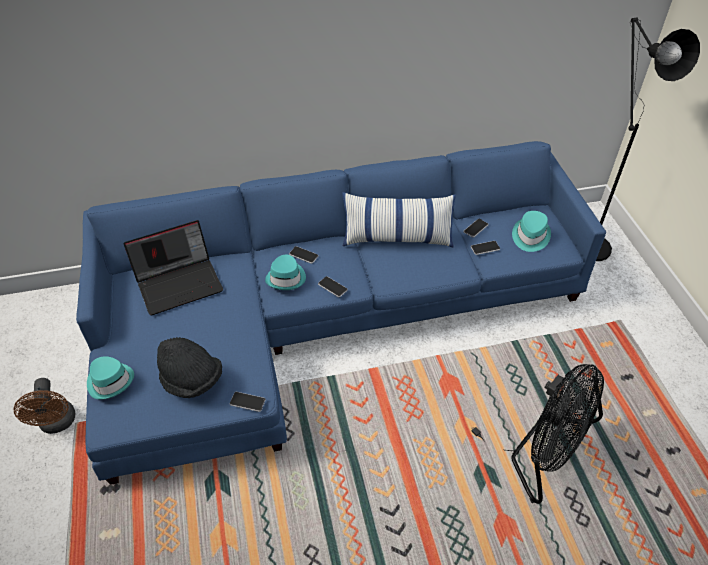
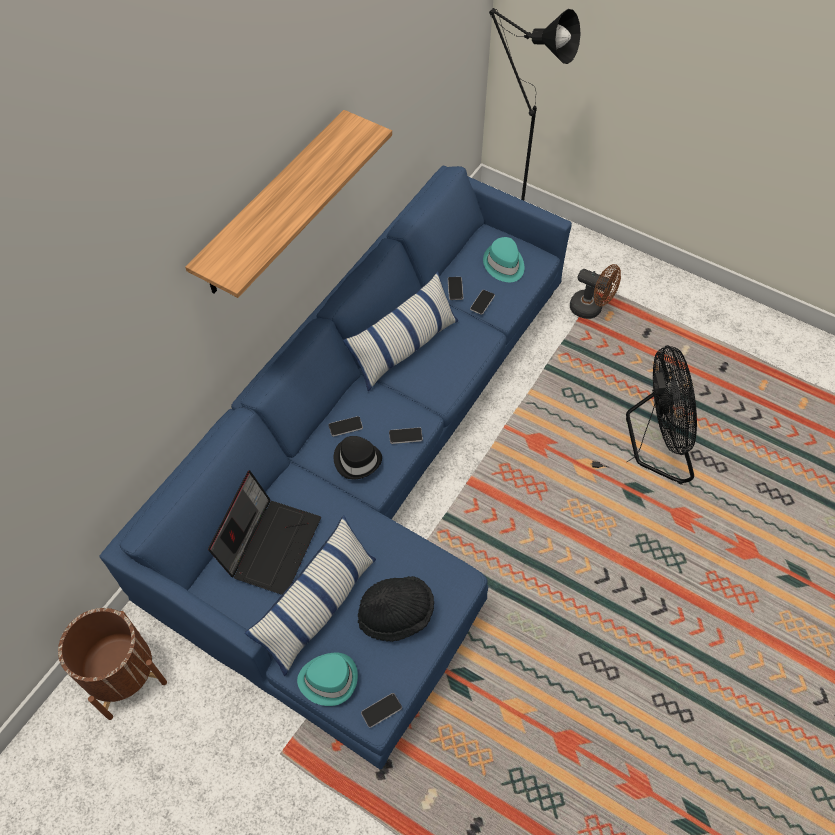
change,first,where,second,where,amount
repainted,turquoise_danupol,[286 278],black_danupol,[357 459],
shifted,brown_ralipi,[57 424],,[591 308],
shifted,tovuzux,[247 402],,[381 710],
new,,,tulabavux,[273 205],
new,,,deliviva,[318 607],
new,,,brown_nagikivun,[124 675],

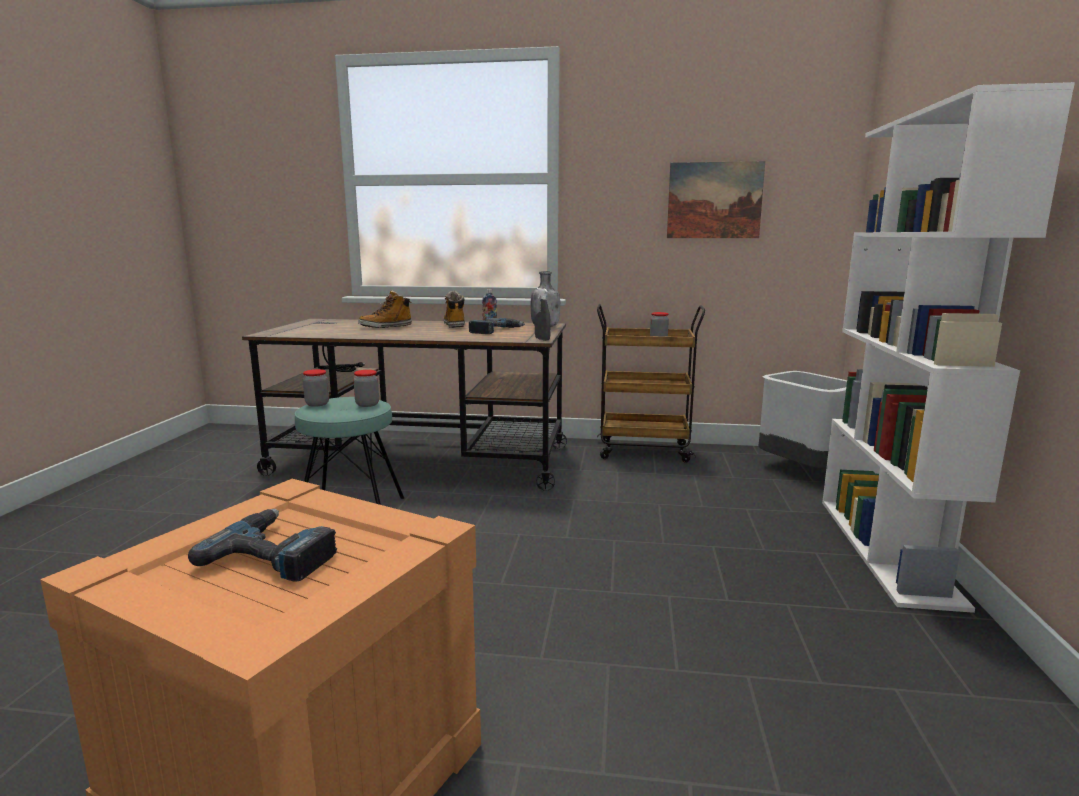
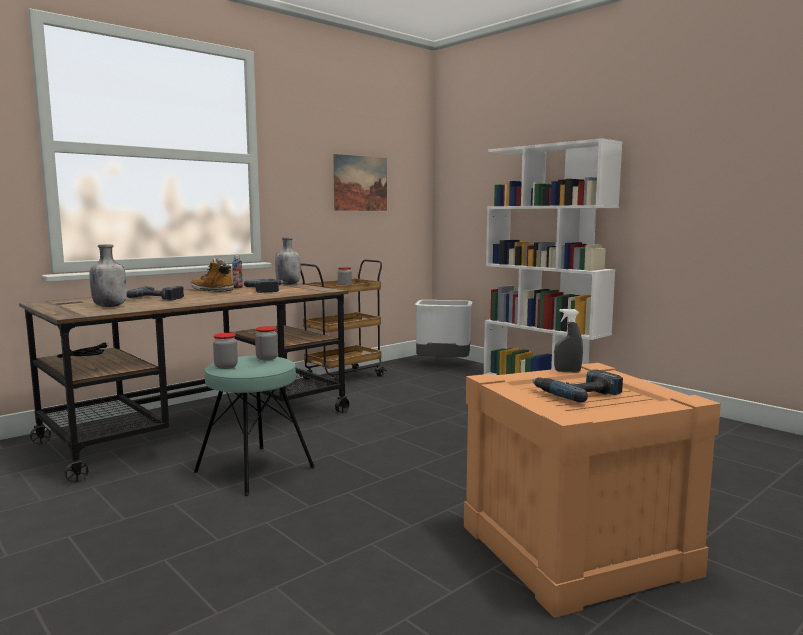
change,first,where,second,where,amount
shifted,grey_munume,[542 339],,[567 371],
swapped,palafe,[386 327],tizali,[158 298],
new,,,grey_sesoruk,[110 306],

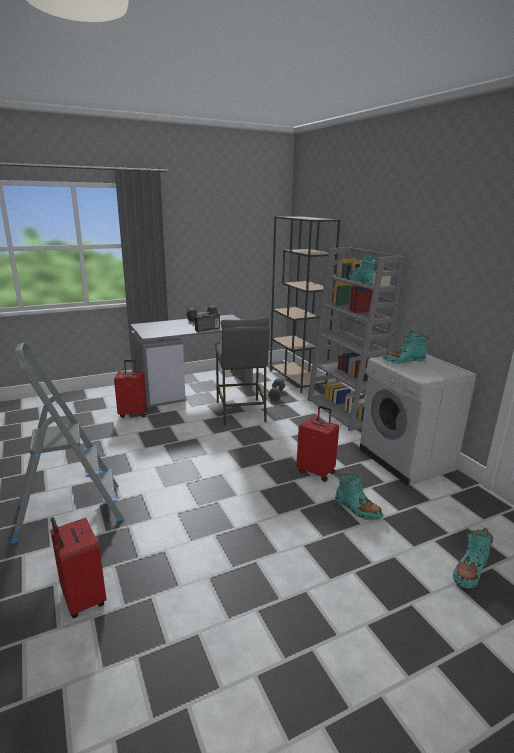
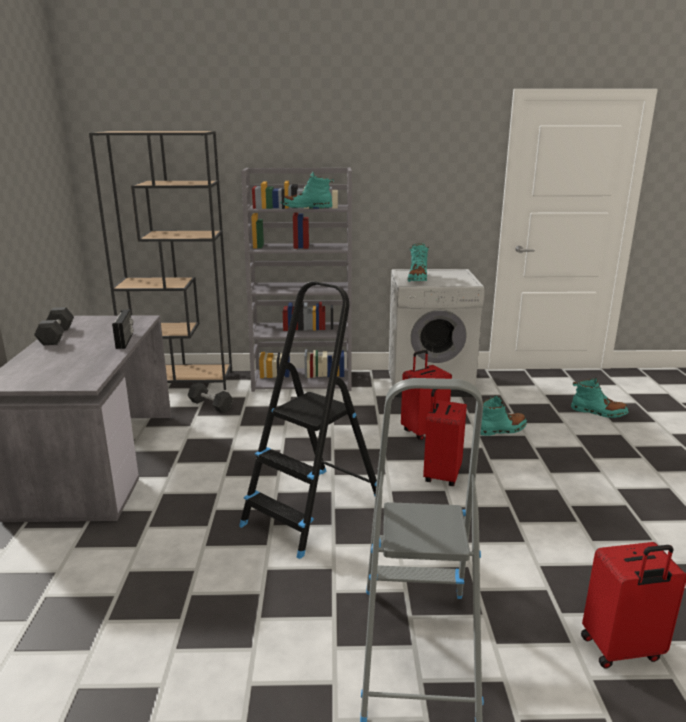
change,first,where,second,where,amount
gone,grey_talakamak,[240 411],,,
shifted,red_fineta,[133 413],,[441 475],
rotated,turquoise_palafe,[470 571],,[598 412],45 degrees counterclockwise
new,,,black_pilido,[312 510],

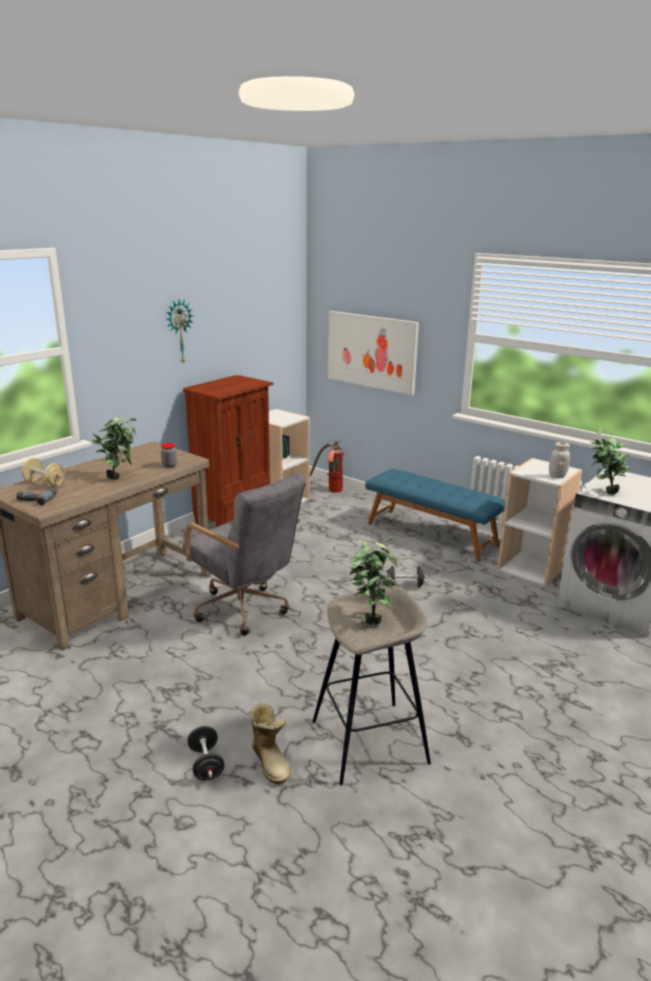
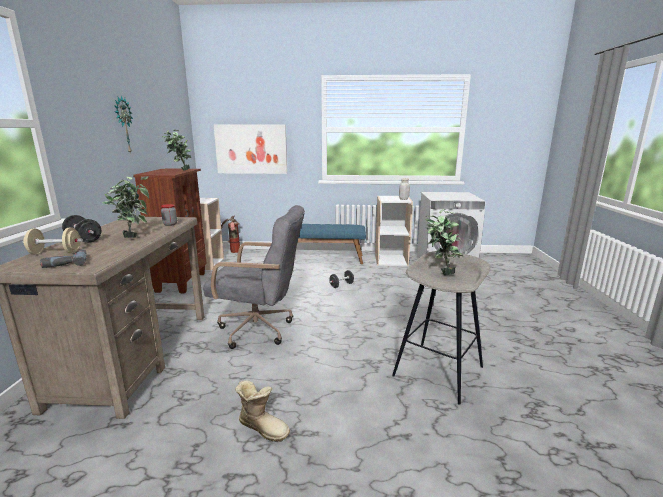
change,first,where,second,where,amount
shifted,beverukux,[603 492],,[180 170],
shifted,palafe,[271 760],,[263 426],
shifted,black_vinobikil,[206 764],,[84 239],

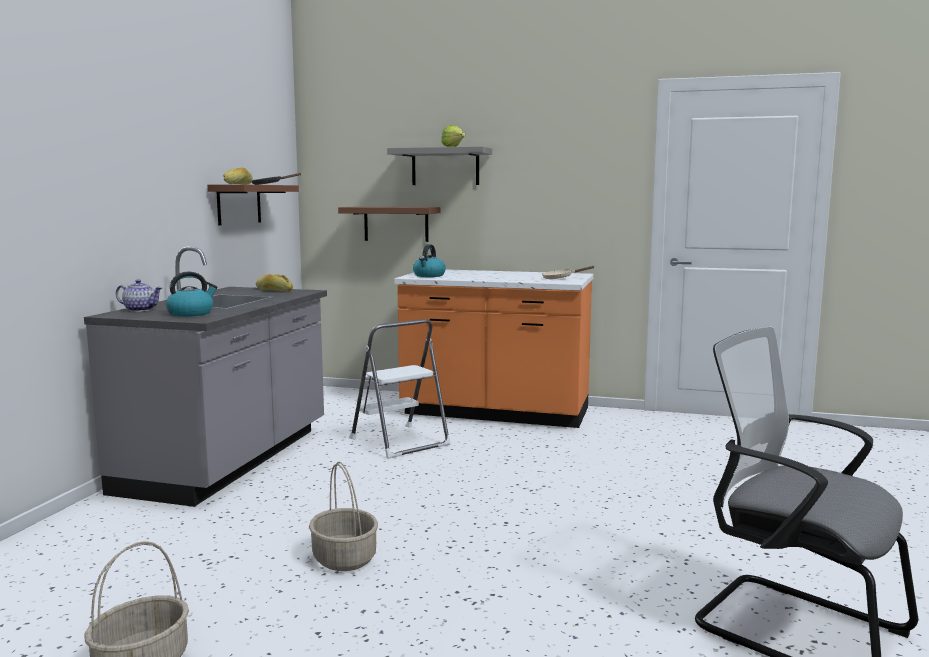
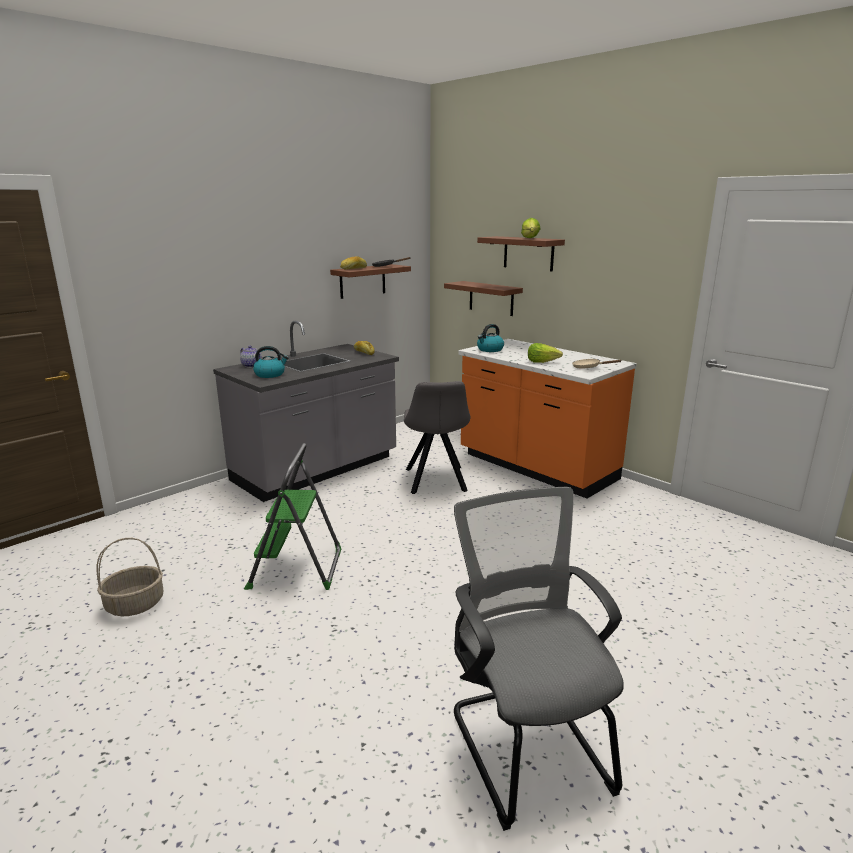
change,first,where,second,where,amount
repainted,grey_tulabavux,[445 167],brown_tulabavux,[528 253],
swapped,white_pilido,[400 442],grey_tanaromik,[436 480],
swapped,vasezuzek,[345 559],green_pilido,[299 568],
new,,,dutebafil,[542 362],

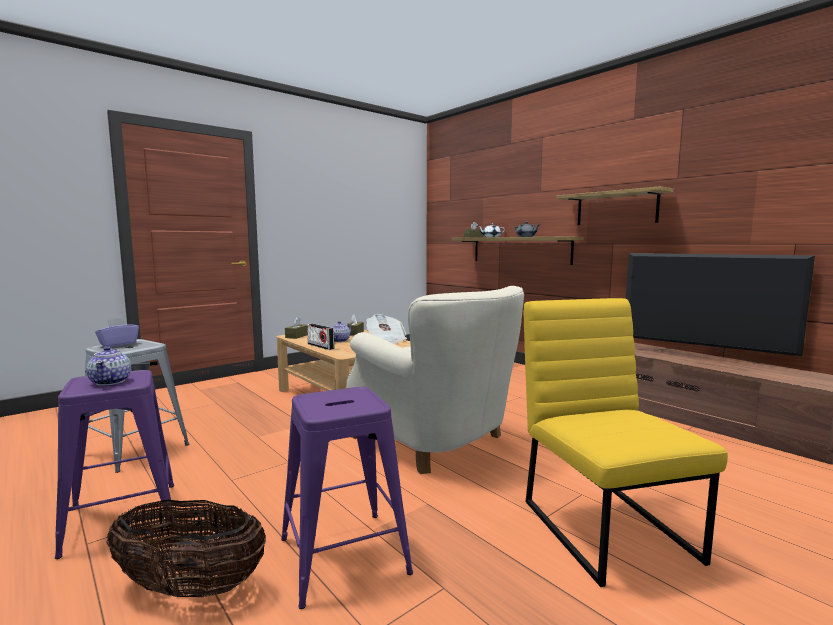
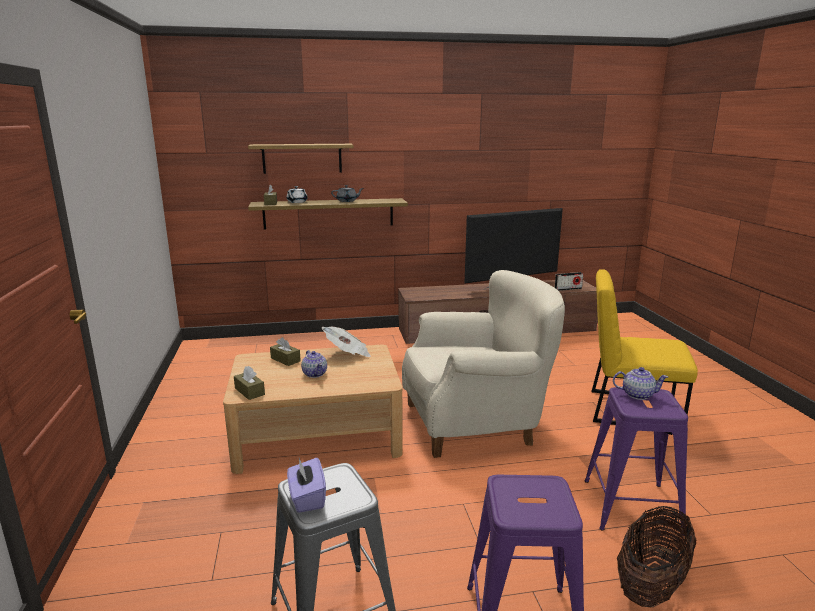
change,first,where,second,where,amount
shifted,tulabavux,[616 208],,[302 158],
shifted,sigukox,[320 346],,[568 289],
shifted,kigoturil,[111 381],,[637 394],

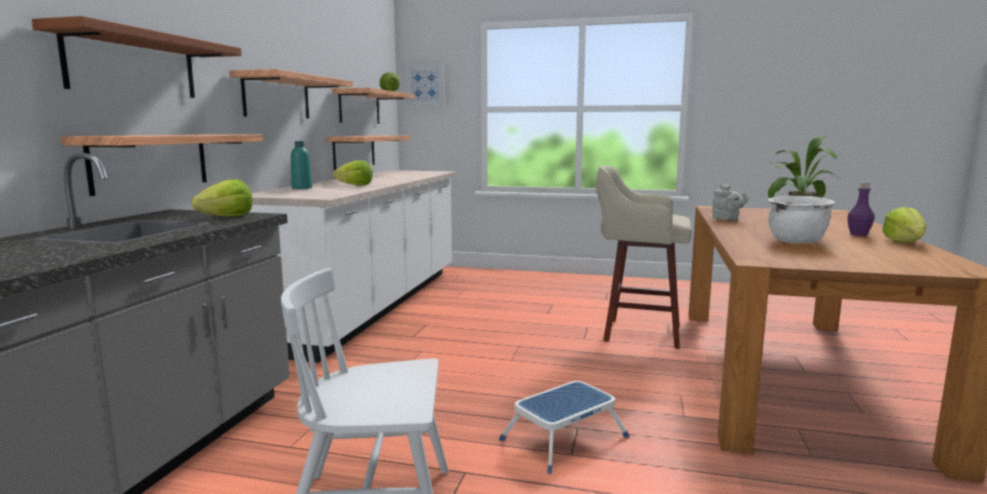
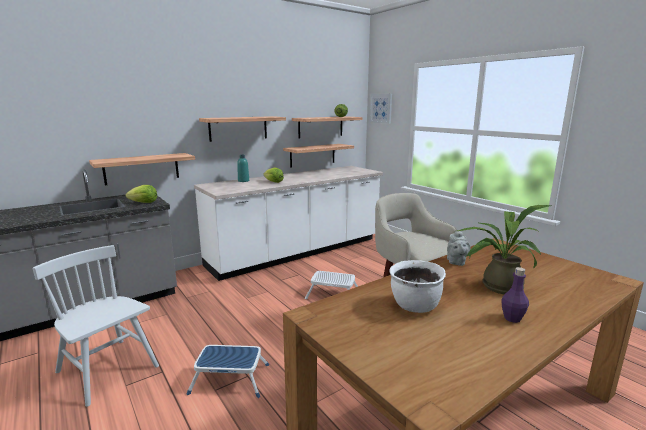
change,first,where,second,where,amount
gone,brown_tulabavux,[133 65],,,
gone,dutebafil,[904 242],,,
new,,,white_pilido,[333 294],

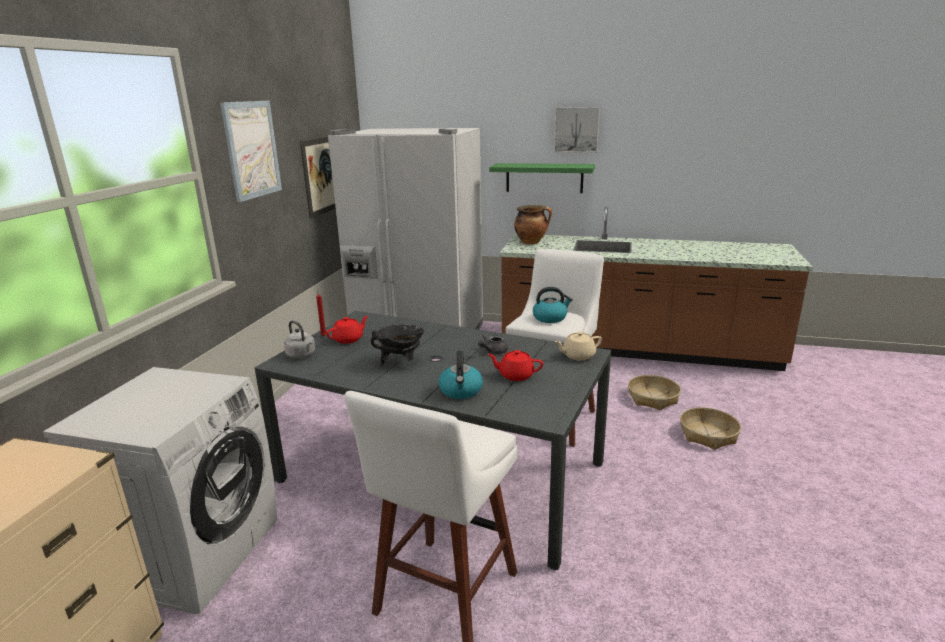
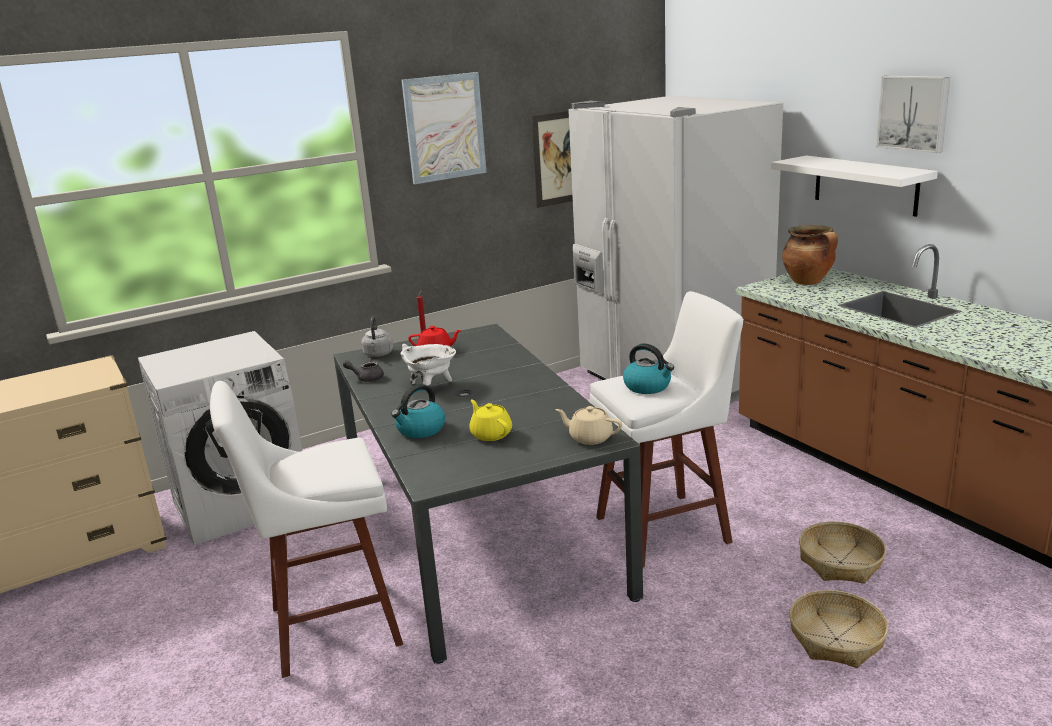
change,first,where,second,where,amount
repainted,green_tulabavux,[544 178],white_tulabavux,[865 185],
repainted,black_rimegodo,[401 362],white_rimegodo,[431 386],
shifted,grey_kigoturil,[493 351],,[367 378],
repainted,red_kigoturil,[515 375],yellow_kigoturil,[491 434],

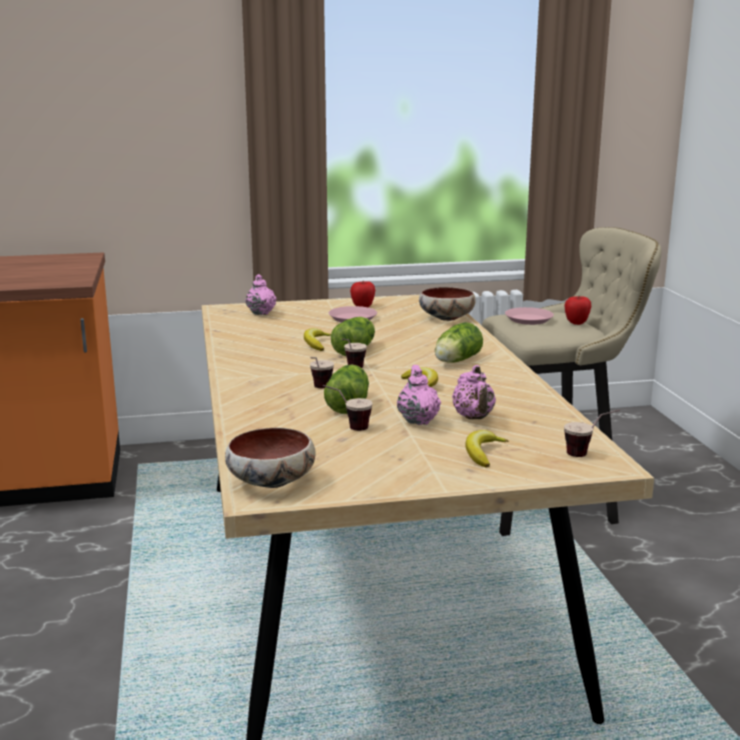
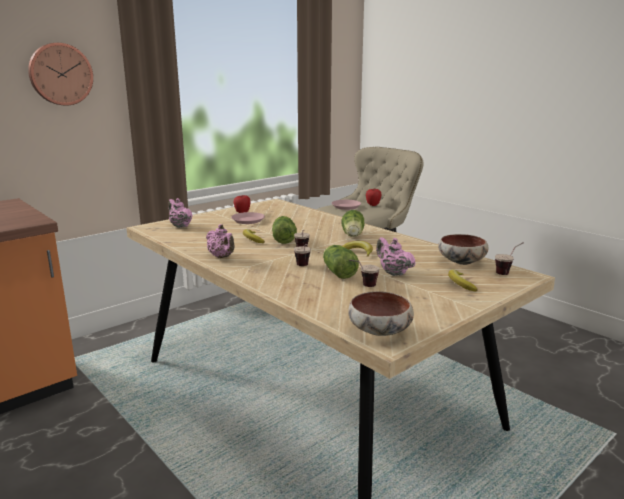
change,first,where,second,where,amount
shifted,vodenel,[445 318],,[461 262],
shifted,pink_kigoturil,[473 418],,[222 257],
new,,,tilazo,[60 74],

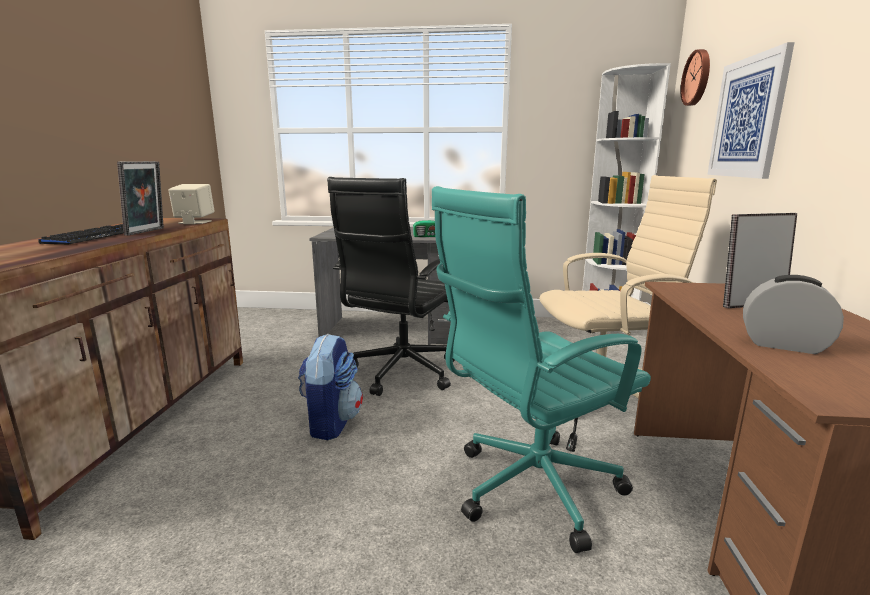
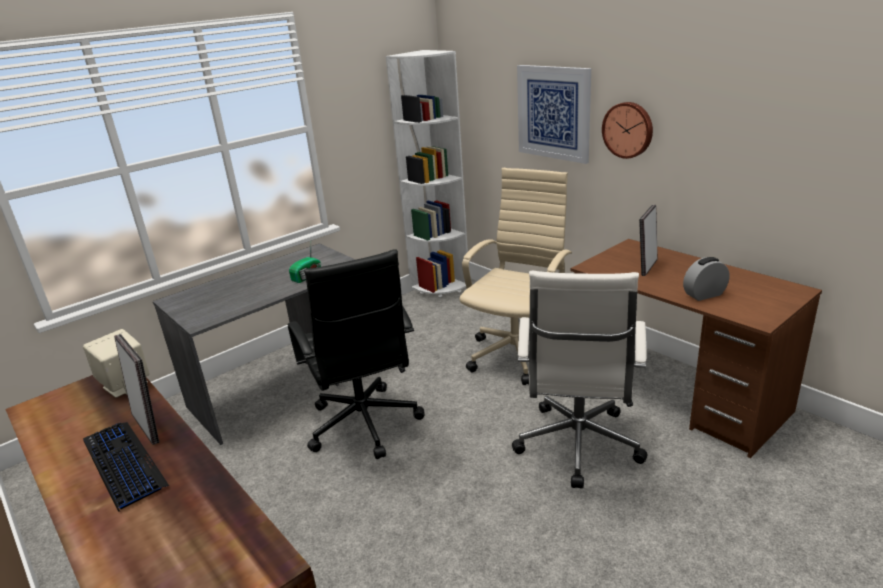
change,first,where,second,where,amount
shifted,tilazo,[697 78],,[628 129],
repainted,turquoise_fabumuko,[530 490],white_fabumuko,[578 448],
gone,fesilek,[331 422],,,

